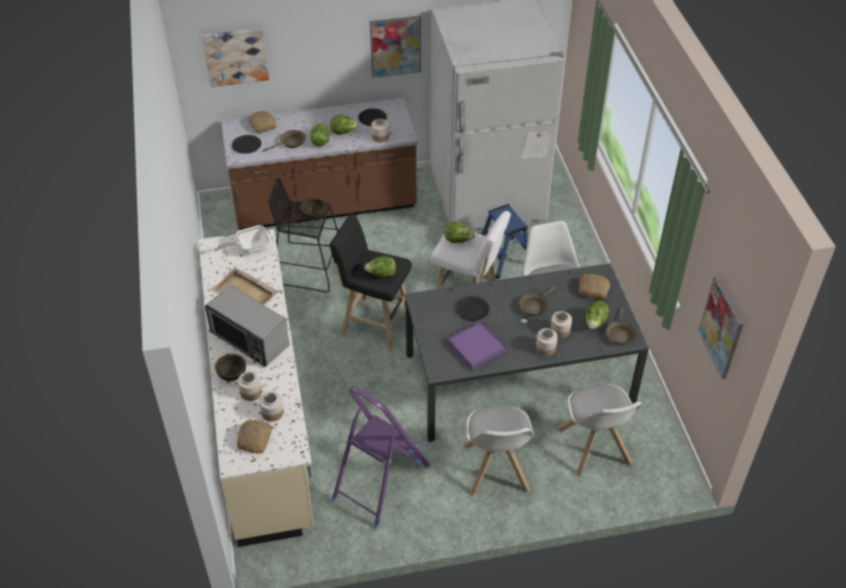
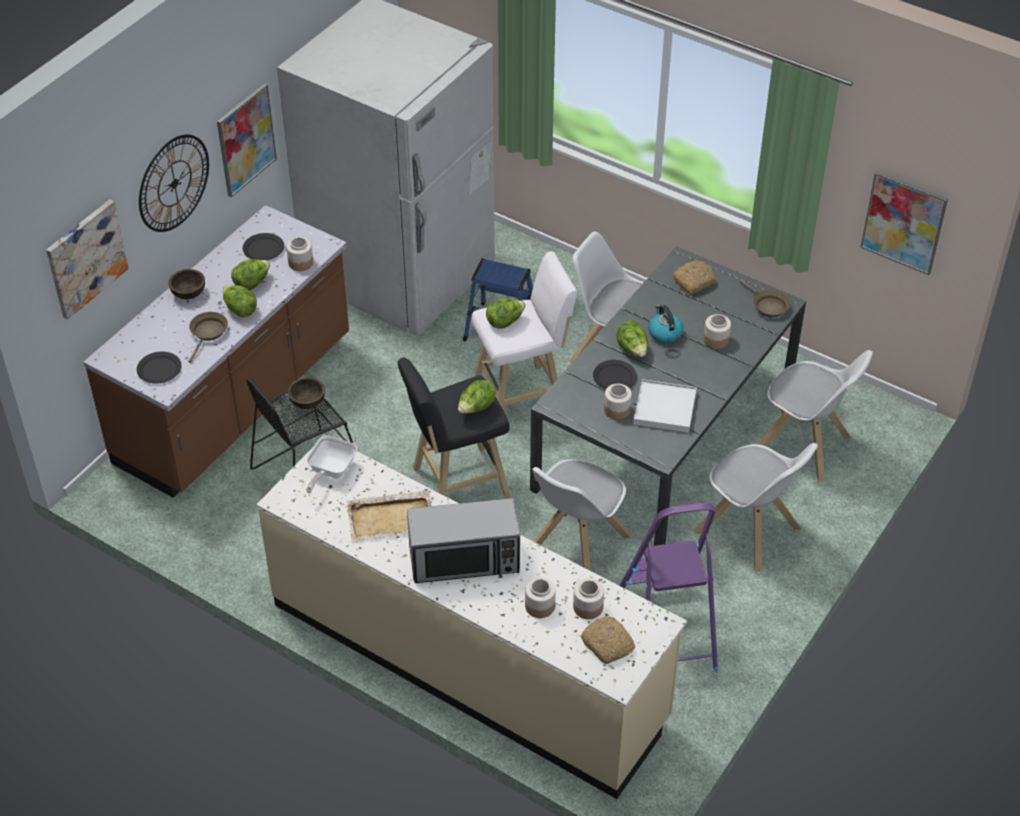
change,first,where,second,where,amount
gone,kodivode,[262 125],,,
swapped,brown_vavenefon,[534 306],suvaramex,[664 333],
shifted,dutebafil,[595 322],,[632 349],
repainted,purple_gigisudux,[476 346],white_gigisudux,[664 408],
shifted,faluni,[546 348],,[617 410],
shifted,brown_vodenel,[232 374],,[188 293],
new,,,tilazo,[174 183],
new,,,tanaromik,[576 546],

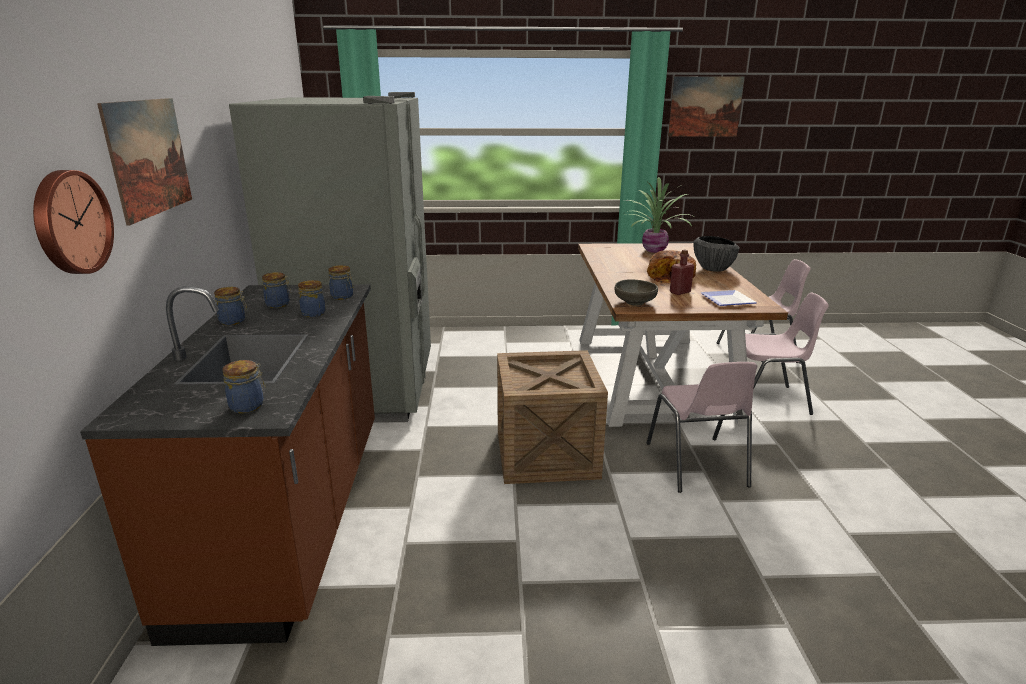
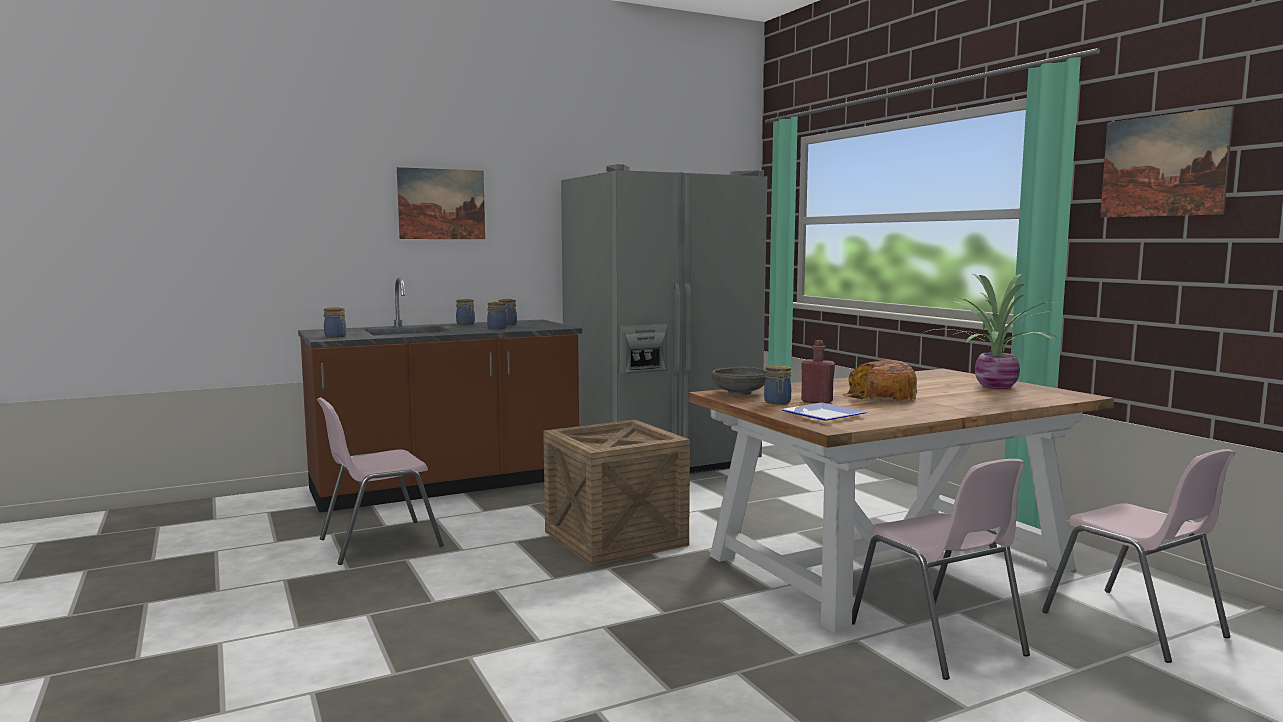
change,first,where,second,where,amount
gone,tilazo,[70 222],,,
gone,vodenel,[713 269],,,
shifted,faluni,[343 296],,[777 402],
shifted,pink_tanaromik,[697 465],,[378 542],

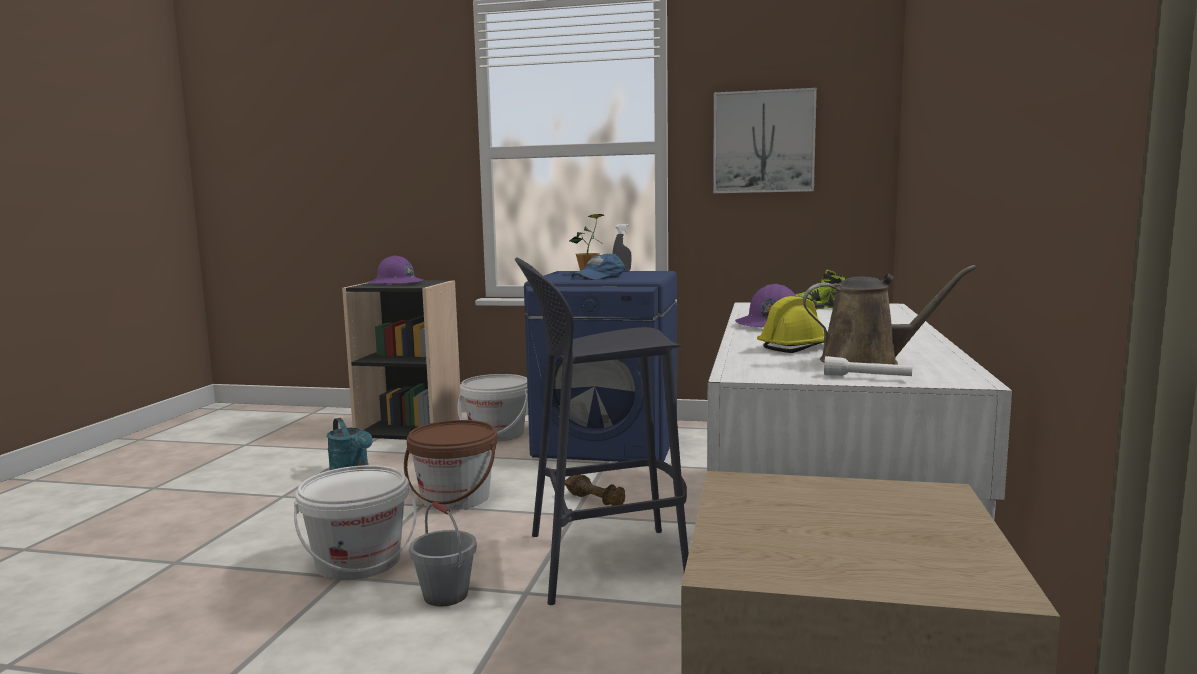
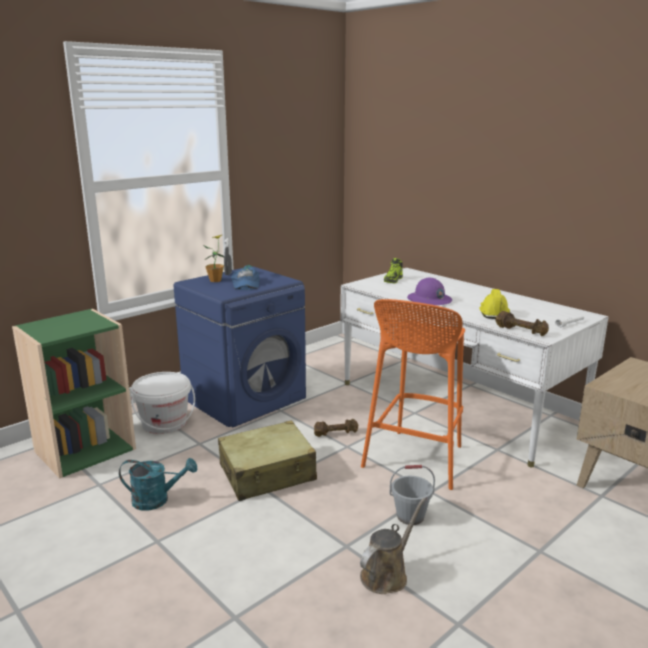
change,first,where,second,where,amount
gone,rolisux,[763 142],,,
gone,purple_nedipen,[396 283],,,
repainted,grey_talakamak,[602 561],orange_talakamak,[416 459],
shifted,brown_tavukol,[868 361],,[387 574],
repainted,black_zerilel,[411 428],green_zerilel,[86 449],
swapped,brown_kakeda,[455 498],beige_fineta,[267 473],
gone,white_kakeda,[358 562],,,
new,,,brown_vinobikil,[521 331],

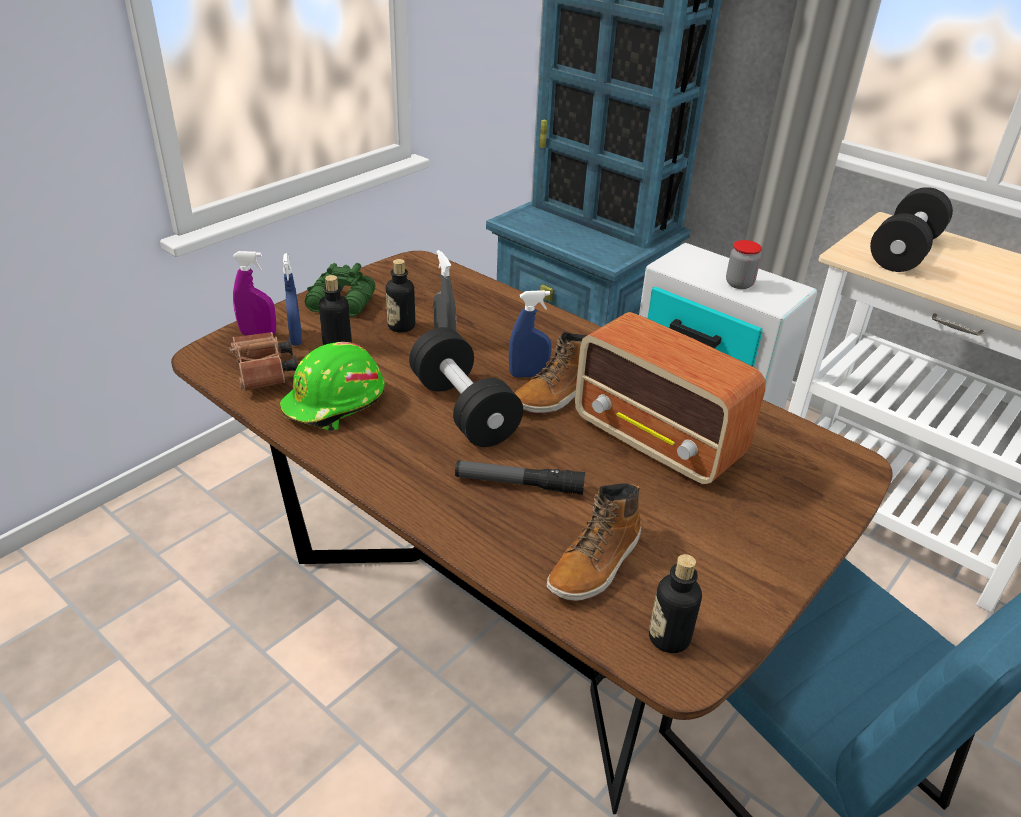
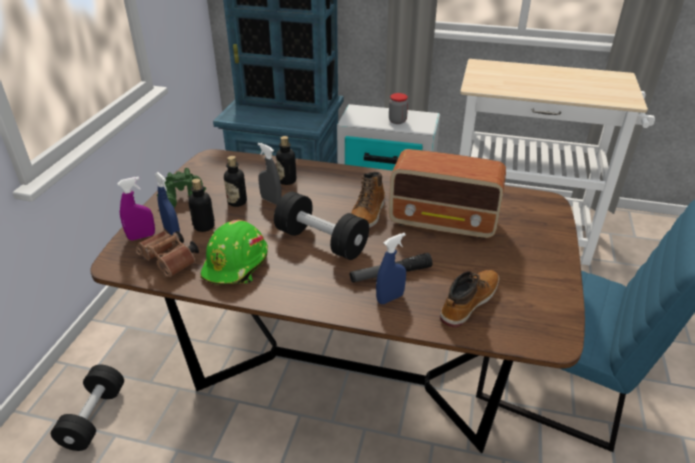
change,first,where,second,where,amount
shifted,black_vinobikil,[904 252],,[94 417],
shifted,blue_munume,[528 375],,[390 298],
rotated,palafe,[596 563],,[468 302],150 degrees counterclockwise
shifted,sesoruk,[669 637],,[287 180],

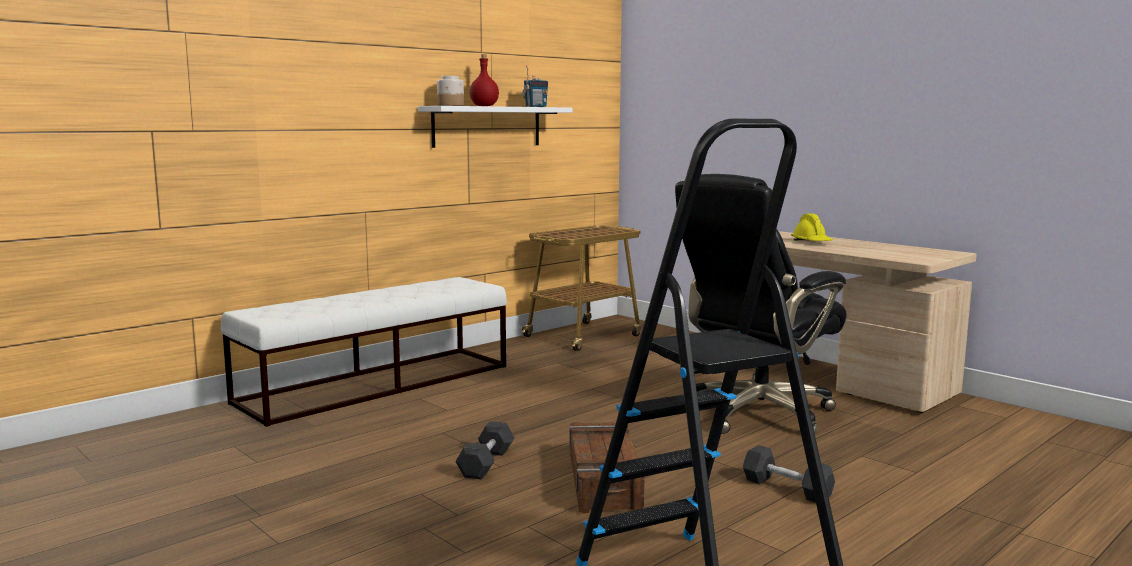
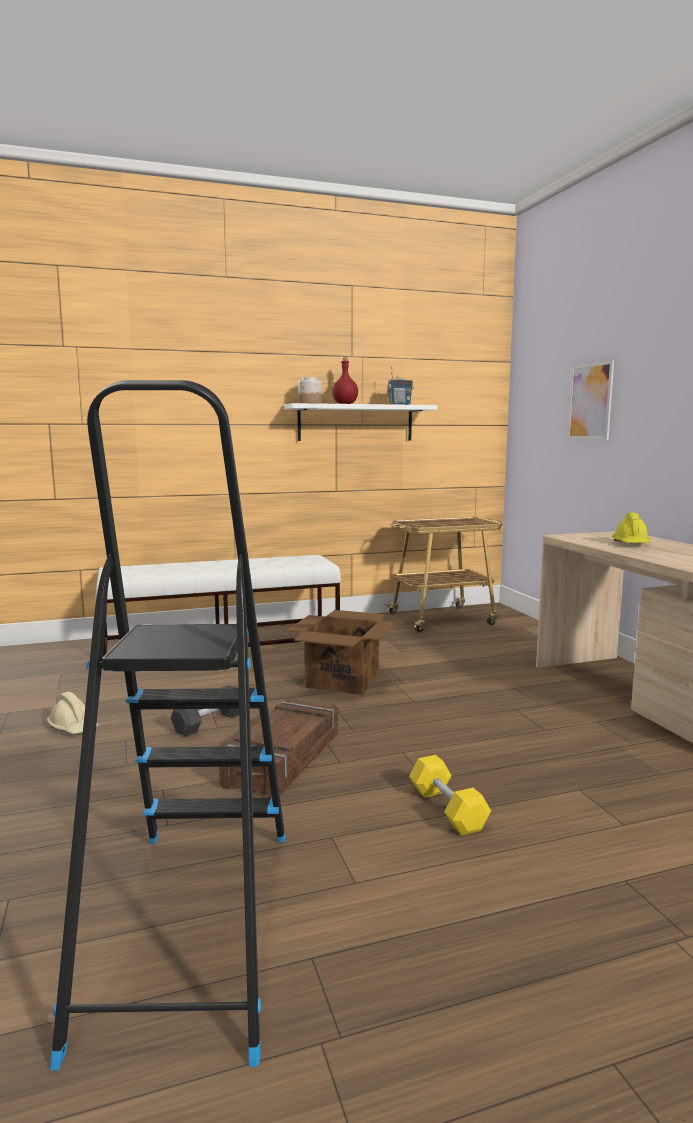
change,first,where,second,where,amount
gone,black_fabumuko,[755 415],,,
repainted,grey_vinobikil,[787 488],yellow_vinobikil,[447 809],
new,,,rolisux,[590 401],
new,,,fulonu,[343 680],
new,,,beige_nedipen,[73 727],

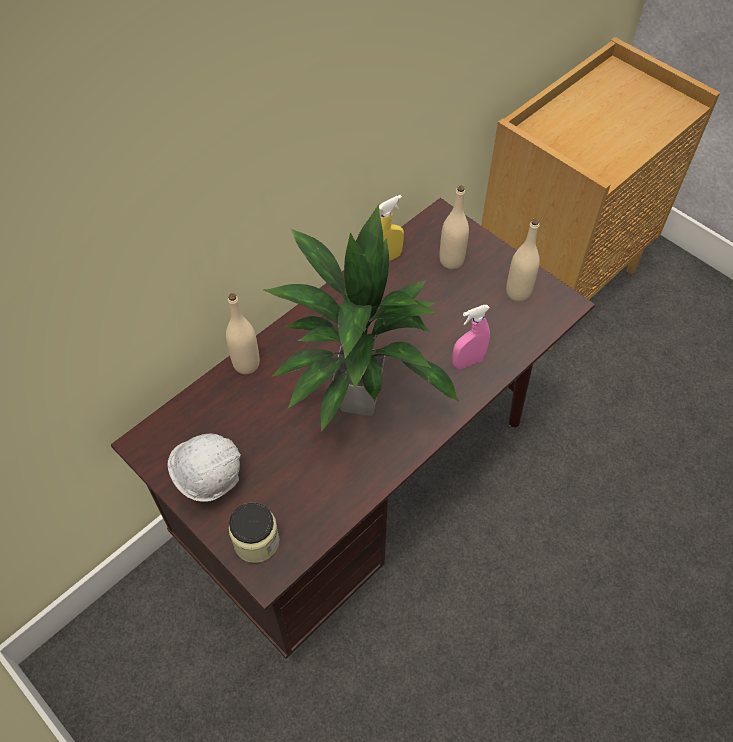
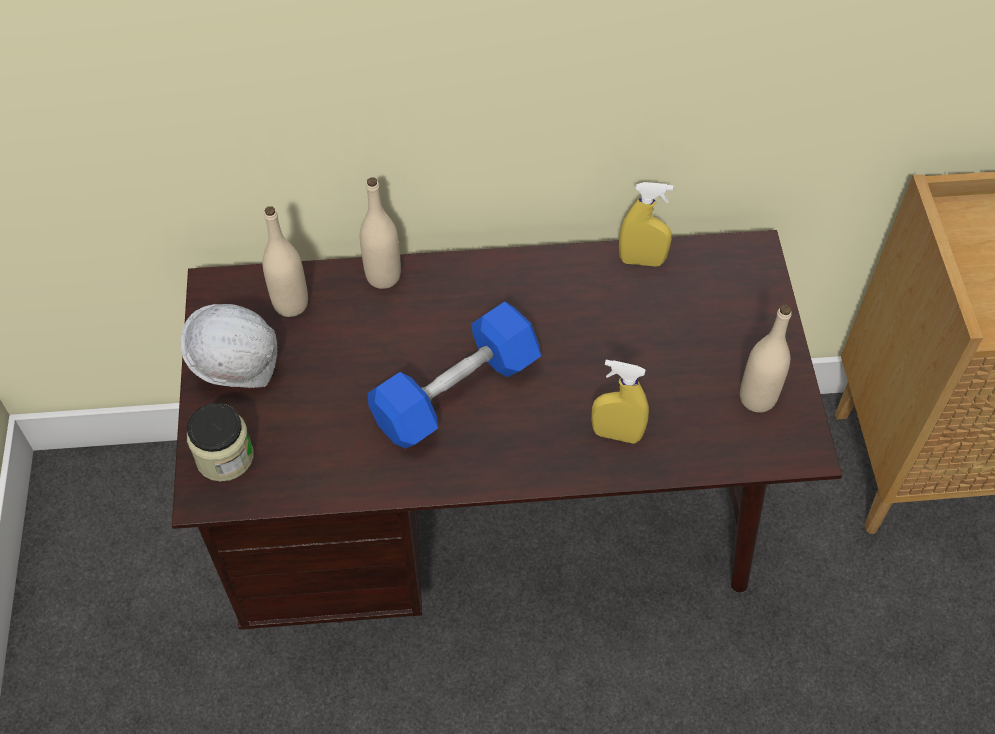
change,first,where,second,where,amount
shifted,beige_sesoruk,[451 260],,[291 304],
swapped,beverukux,[358 401],blue_vinobikil,[456 392],
repainted,pink_munume,[468 362],yellow_munume,[616 434],

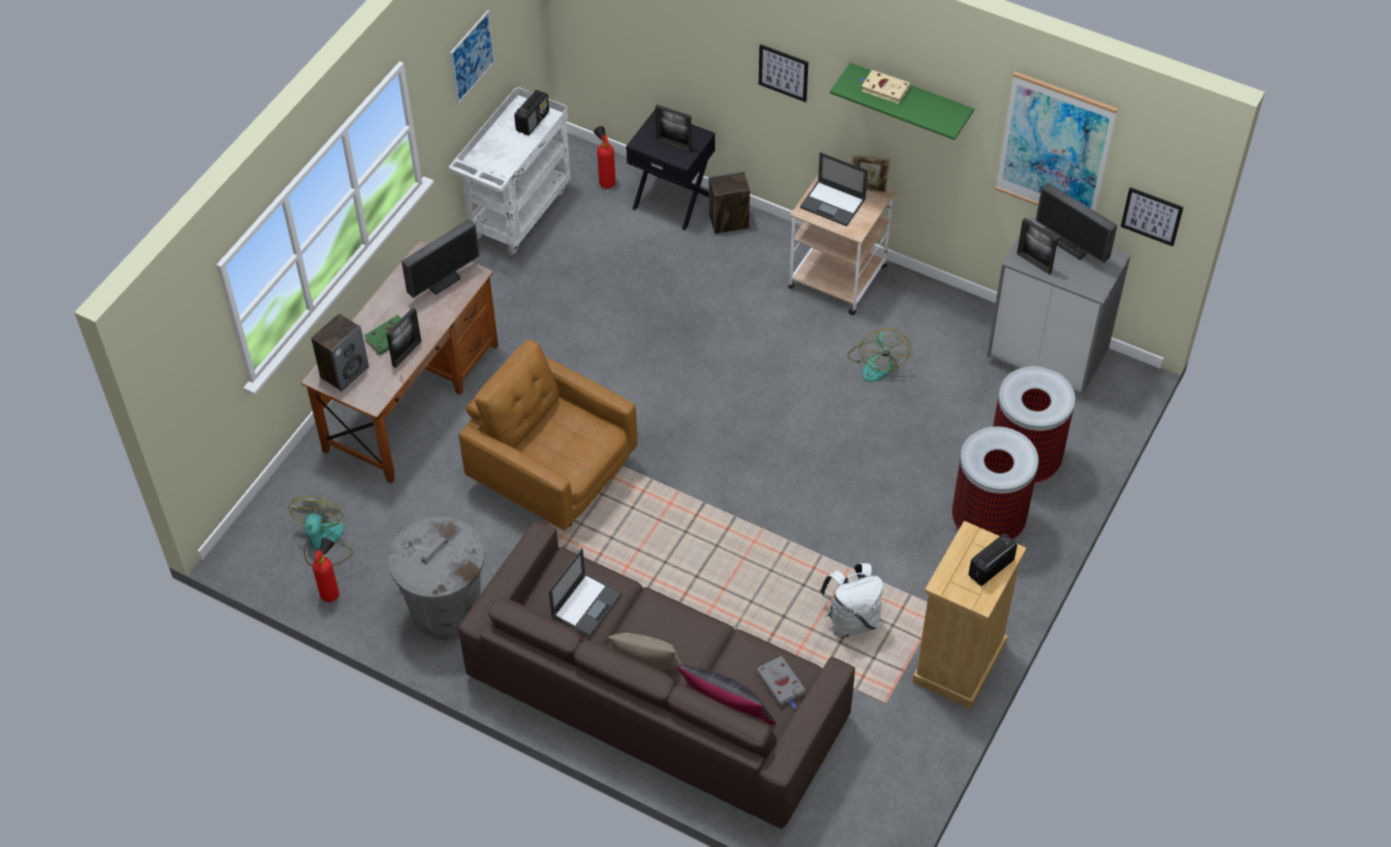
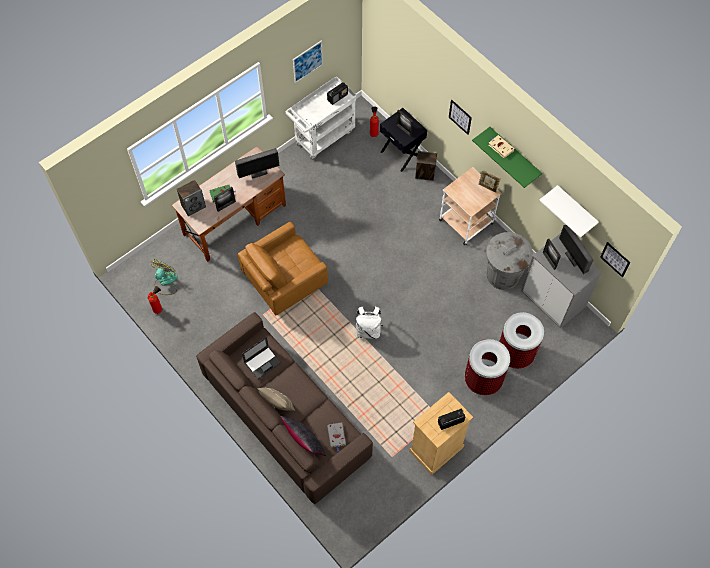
change,first,where,second,where,amount
swapped,rolisux,[1055 149],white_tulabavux,[576 208],
gone,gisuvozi,[833 203],,,
gone,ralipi,[877 362],,,
rotated,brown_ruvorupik,[552 473],,[284 281],90 degrees counterclockwise
shifted,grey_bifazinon,[445 610],,[502 275],
shifted,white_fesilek,[851 620],,[368 330],

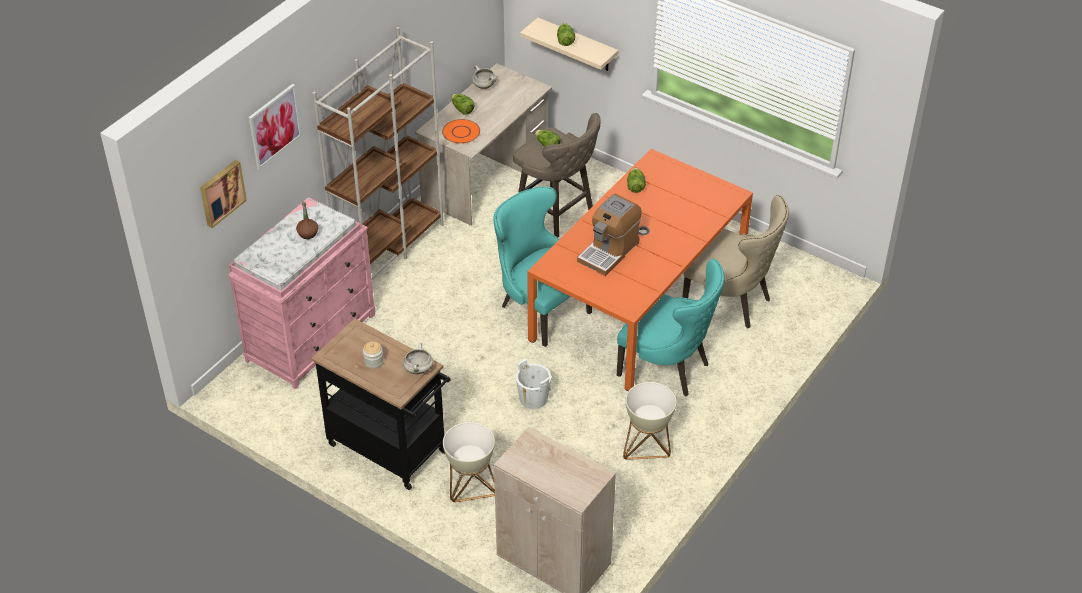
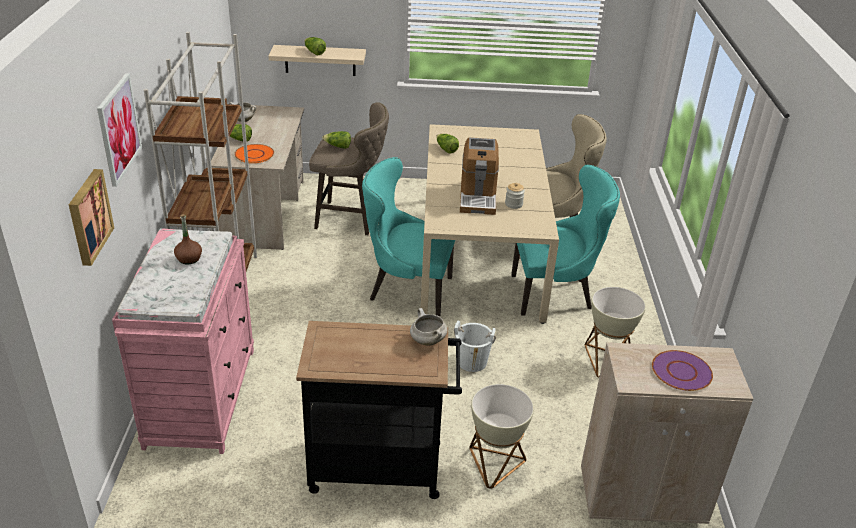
change,first,where,second,where,amount
repainted,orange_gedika,[639 300],beige_gedika,[480 255],
shifted,faluni,[373 362],,[513 204],
new,,,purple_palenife,[682 372],

